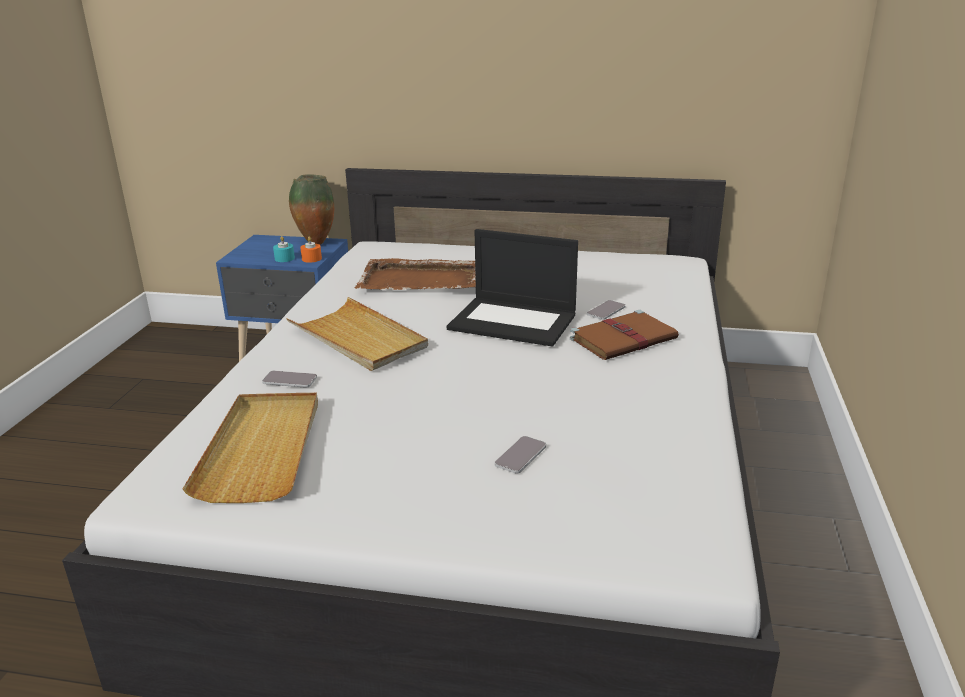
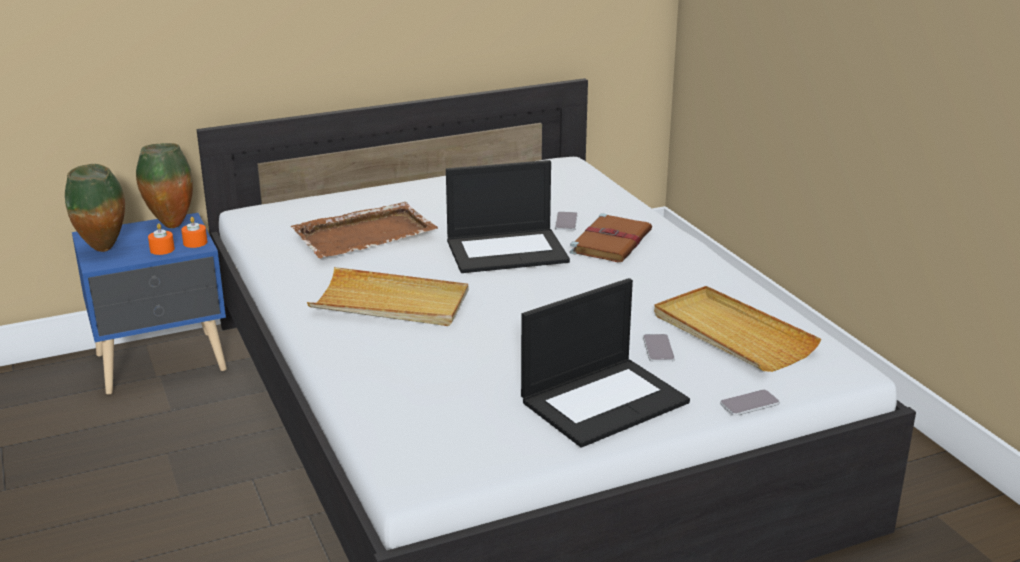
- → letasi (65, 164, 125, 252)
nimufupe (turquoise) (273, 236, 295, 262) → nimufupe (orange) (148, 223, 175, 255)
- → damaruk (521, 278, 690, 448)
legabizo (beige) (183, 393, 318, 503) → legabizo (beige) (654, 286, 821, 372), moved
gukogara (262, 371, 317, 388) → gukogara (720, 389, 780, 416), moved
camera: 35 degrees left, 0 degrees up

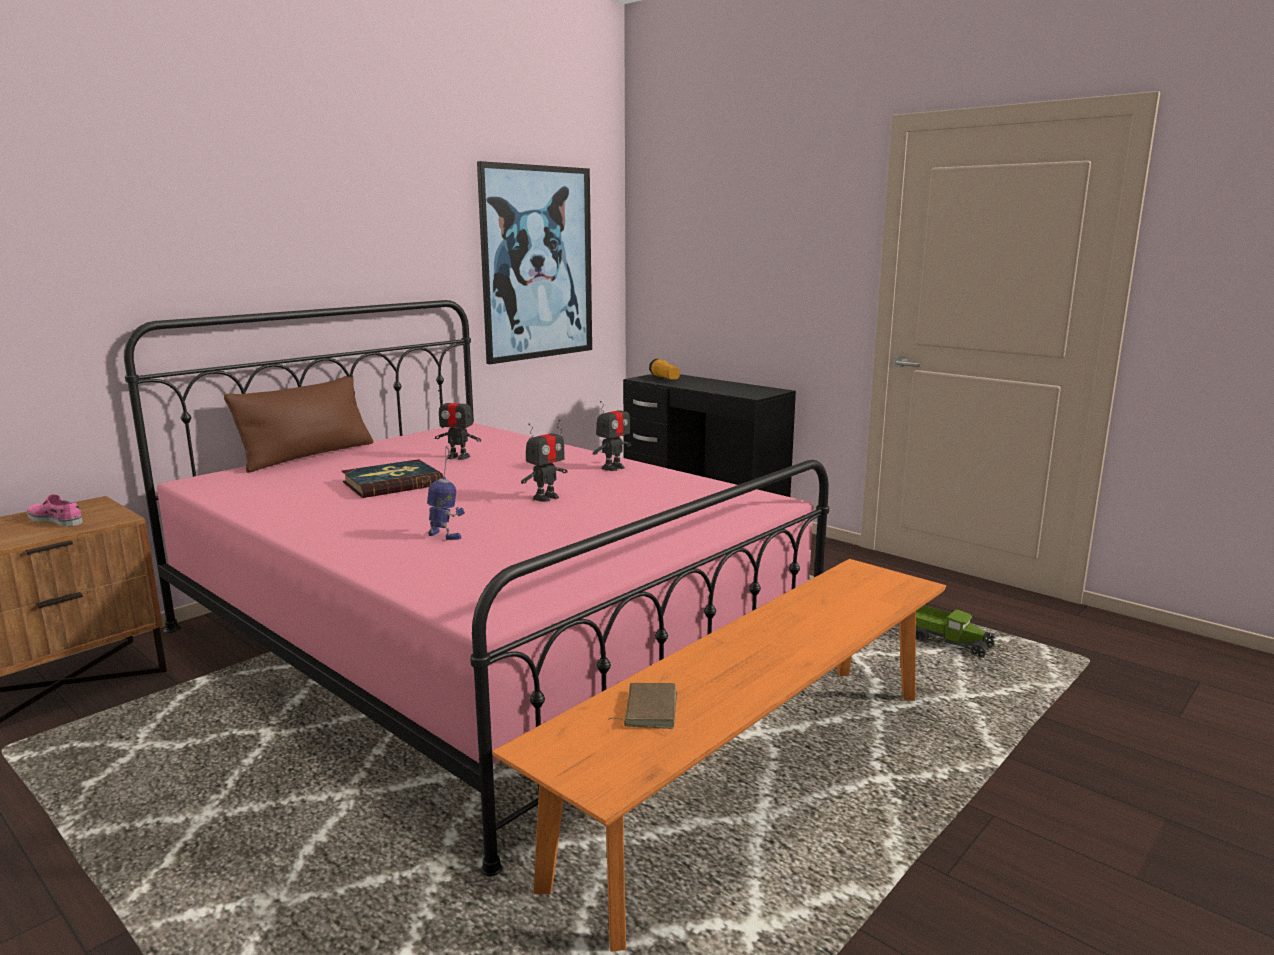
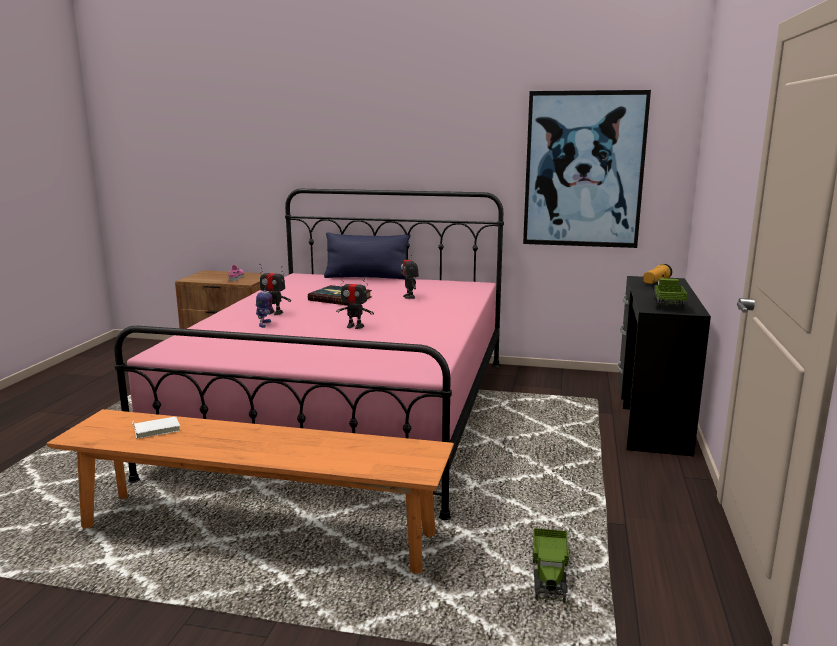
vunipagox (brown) (608, 683, 677, 729) → vunipagox (white) (132, 417, 180, 438)
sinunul (593, 398, 631, 471) → sinunul (259, 264, 291, 315), moved
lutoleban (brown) (224, 375, 373, 473) → lutoleban (blue) (324, 232, 411, 280)
- → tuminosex (653, 278, 688, 309)
camera: 60 degrees right, 0 degrees up

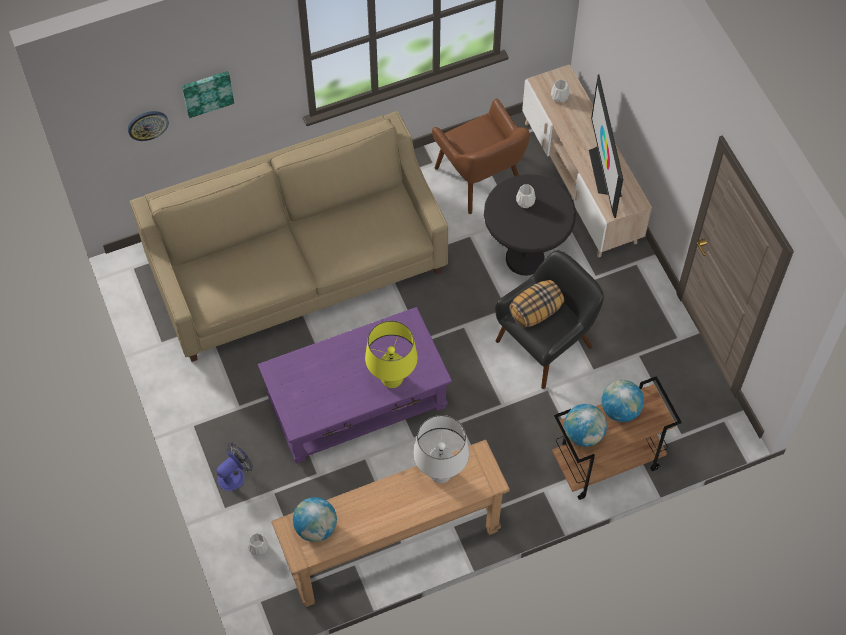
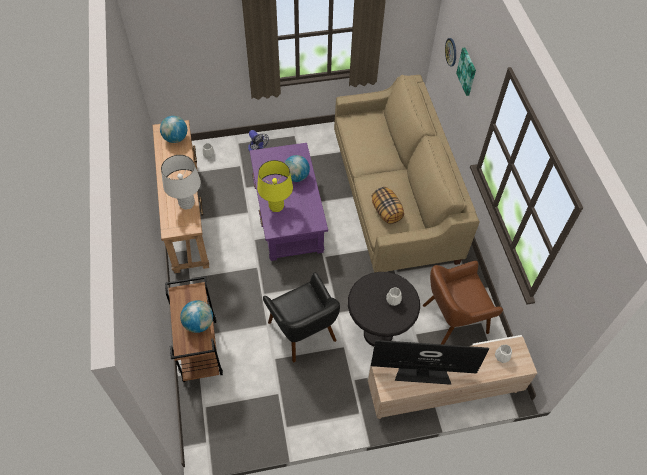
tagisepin (564, 404, 607, 447) → tagisepin (284, 155, 310, 182), moved
lutoleban (509, 280, 564, 328) → lutoleban (372, 187, 404, 224), moved
camera: 100 degrees right, 5 degrees down

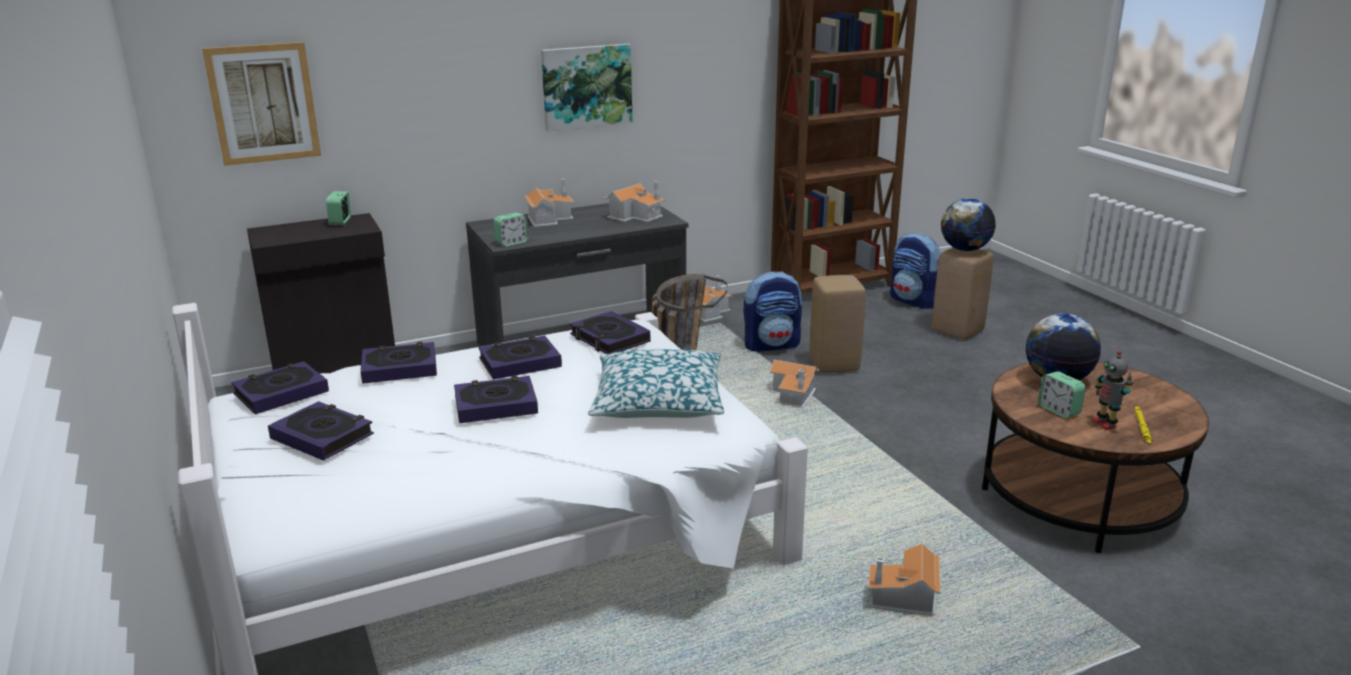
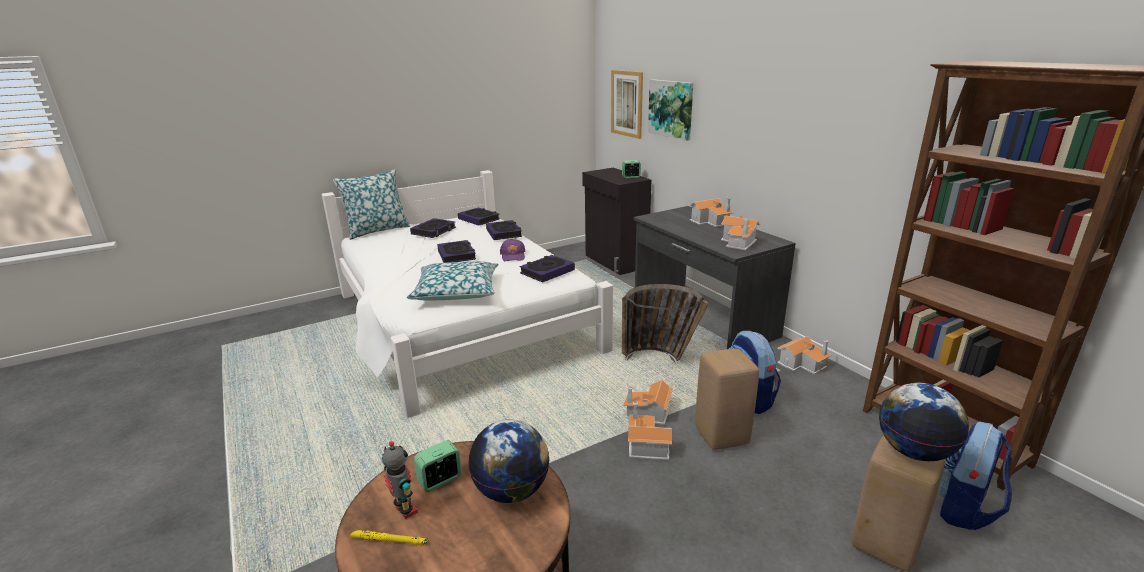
- → lutoleban (333, 169, 411, 240)
sinunul (1092, 351, 1133, 430) → sinunul (382, 441, 418, 519), 75 degrees clockwise
vunipagox (478, 336, 562, 380) → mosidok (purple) (500, 238, 525, 261)
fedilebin (868, 544, 940, 615) → fedilebin (628, 402, 672, 460), moved
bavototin (541, 44, 633, 131) → bavototin (648, 79, 693, 141), moved
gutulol (494, 213, 529, 246) → -
camera: 85 degrees right, 0 degrees up

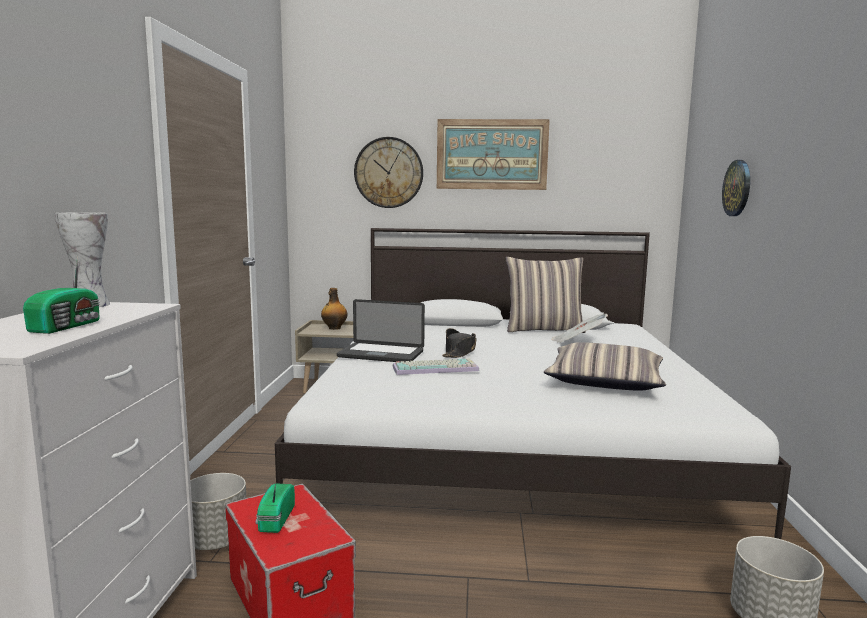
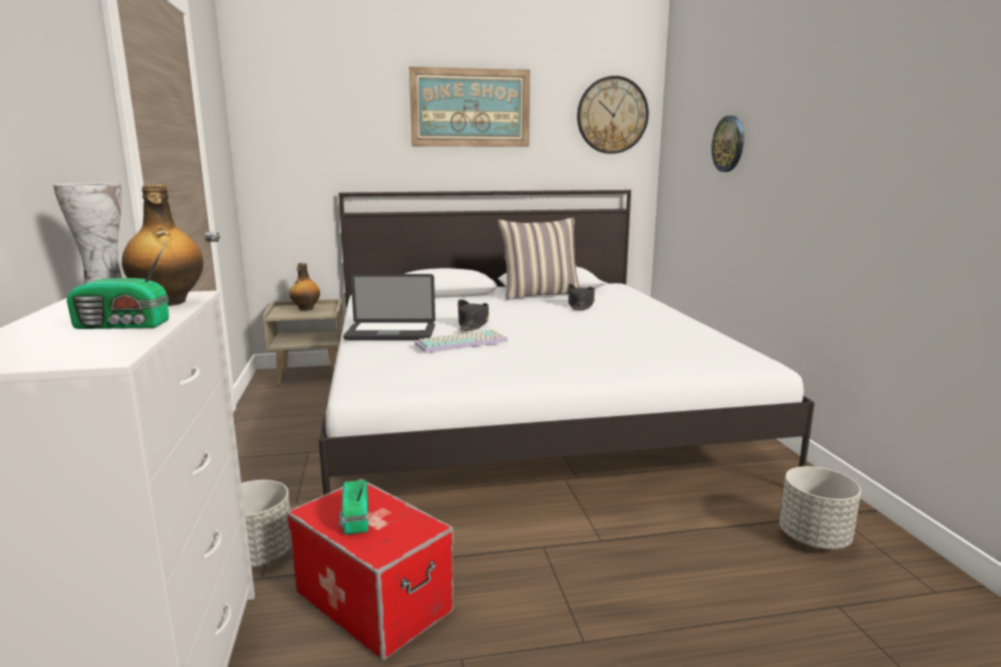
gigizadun (23, 256, 100, 334) → gigizadun (67, 241, 169, 329), 90 degrees clockwise
- → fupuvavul (122, 185, 204, 306)
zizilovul (551, 314, 608, 343) → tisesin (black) (568, 284, 595, 310)
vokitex (354, 137, 423, 208) → vokitex (577, 76, 649, 154), moved
lutoleban (544, 342, 666, 391) → -
camera: 15 degrees left, 5 degrees up

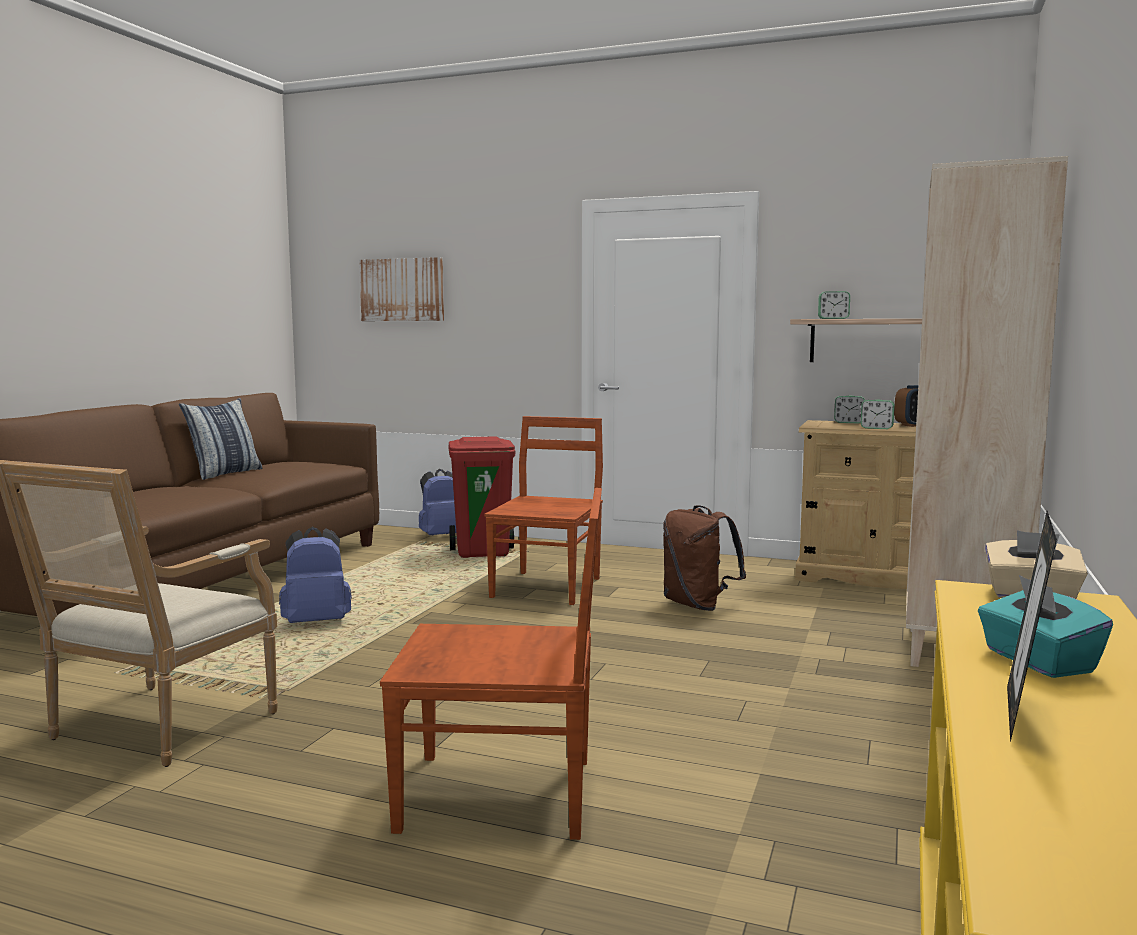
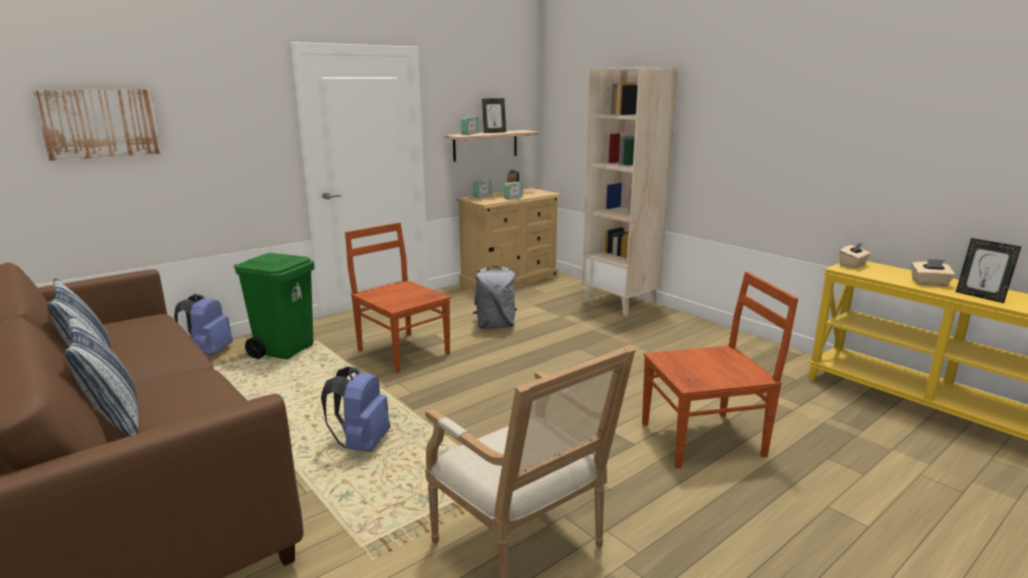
- → lutoleban (64, 315, 139, 436)
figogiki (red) (448, 436, 515, 558) → figogiki (green) (233, 253, 314, 359)
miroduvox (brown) (663, 505, 746, 611) → miroduvox (grey) (473, 266, 517, 329)
- → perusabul (482, 98, 506, 133)
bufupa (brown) (380, 488, 602, 840) → bufupa (brown) (642, 272, 798, 468), 45 degrees clockwise
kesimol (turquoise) (978, 575, 1113, 678) → kesimol (beige) (911, 259, 955, 286)
camera: 60 degrees left, 10 degrees up

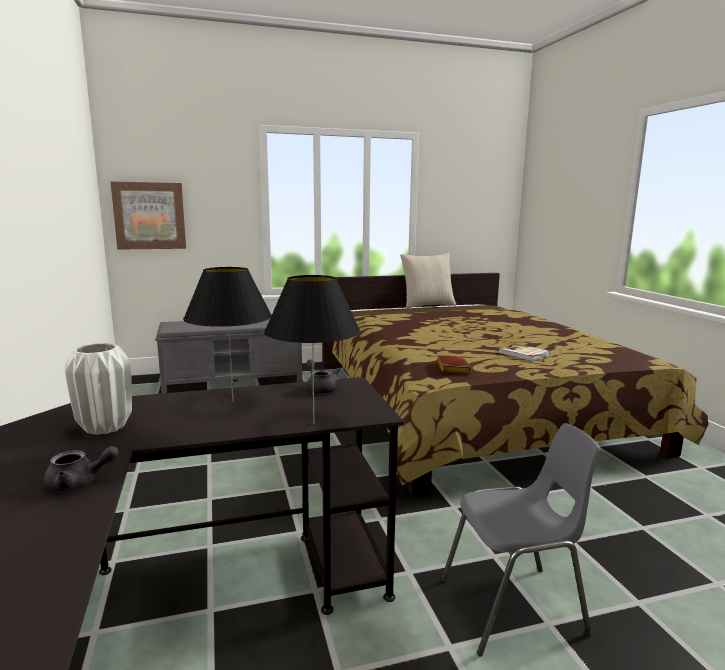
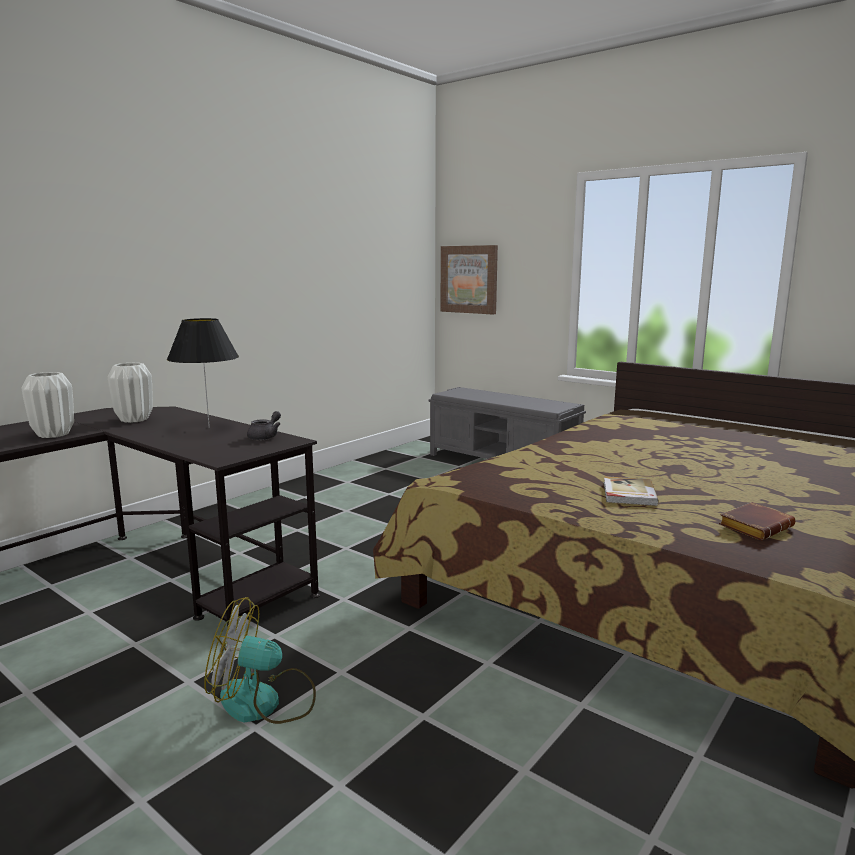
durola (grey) (44, 446, 119, 491) → letasi (white) (22, 372, 74, 438)
bufupa (grey) (441, 423, 601, 657) → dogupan (204, 597, 316, 724)
vunipagox (brown) (436, 355, 472, 374) → vunipagox (brown) (719, 502, 795, 540), moved
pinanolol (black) (264, 275, 360, 424) → -
lutoleban (beige) (400, 253, 456, 308) → -
camera: 55 degrees right, 0 degrees up

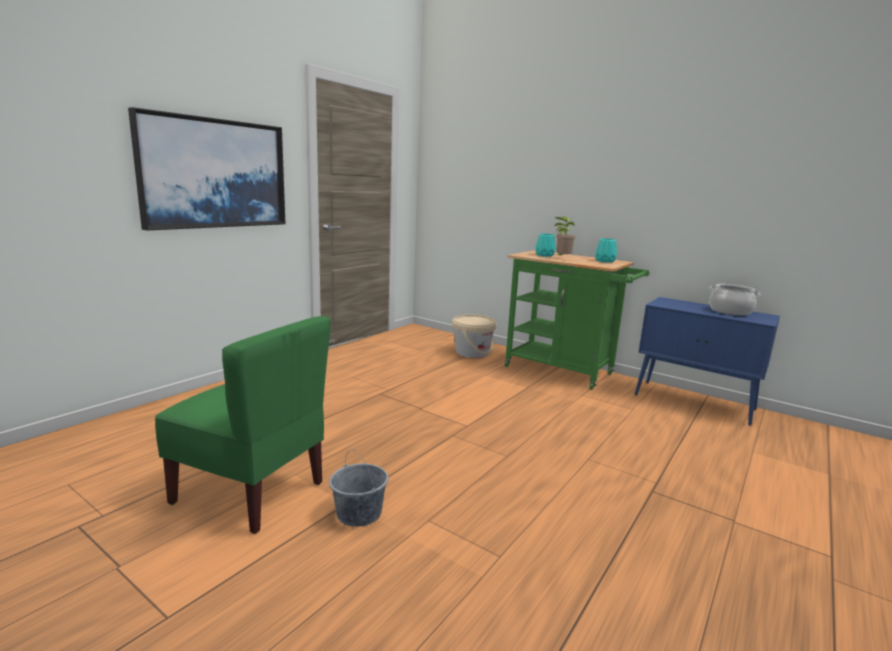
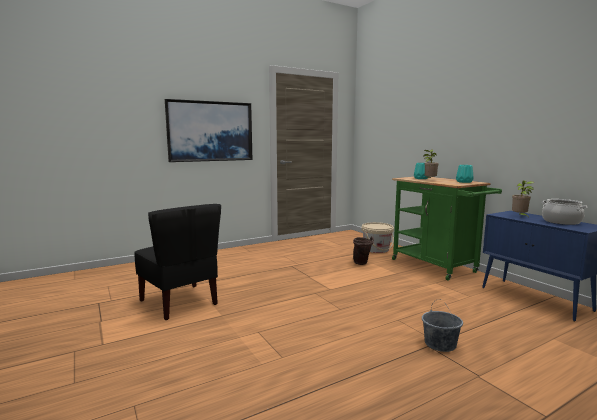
bufupa (green) (155, 316, 331, 534) → bufupa (black) (135, 204, 221, 320)
- → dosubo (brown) (353, 236, 374, 265)
dosubo (grey) (329, 450, 389, 527) → dosubo (grey) (422, 299, 463, 352), moved
- → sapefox (512, 180, 534, 217)
camera: 25 degrees right, 5 degrees down

